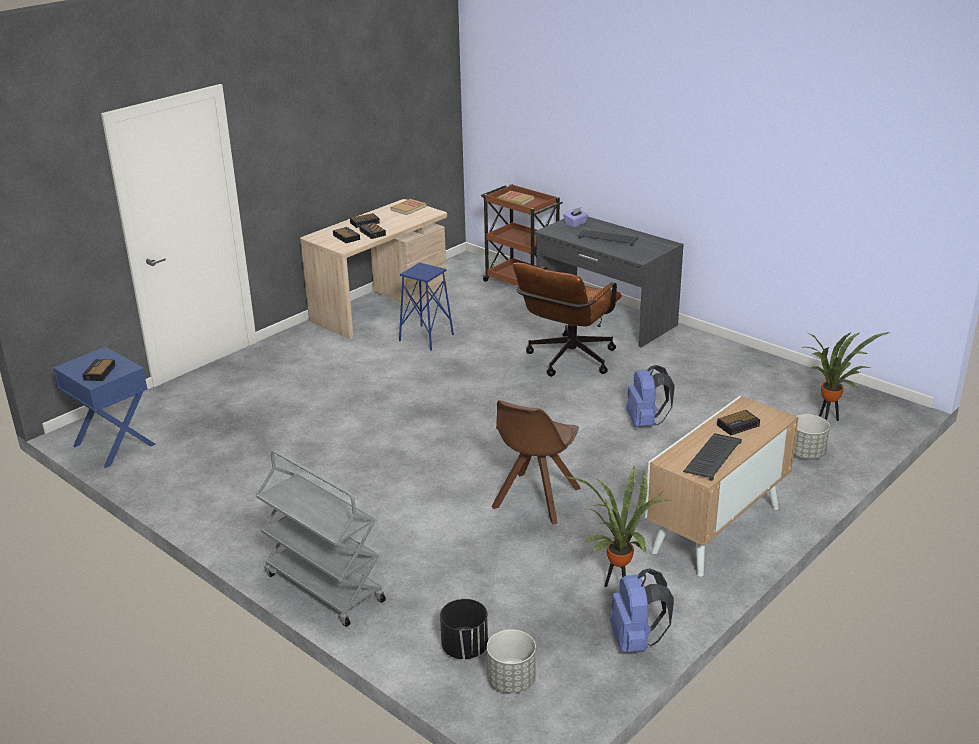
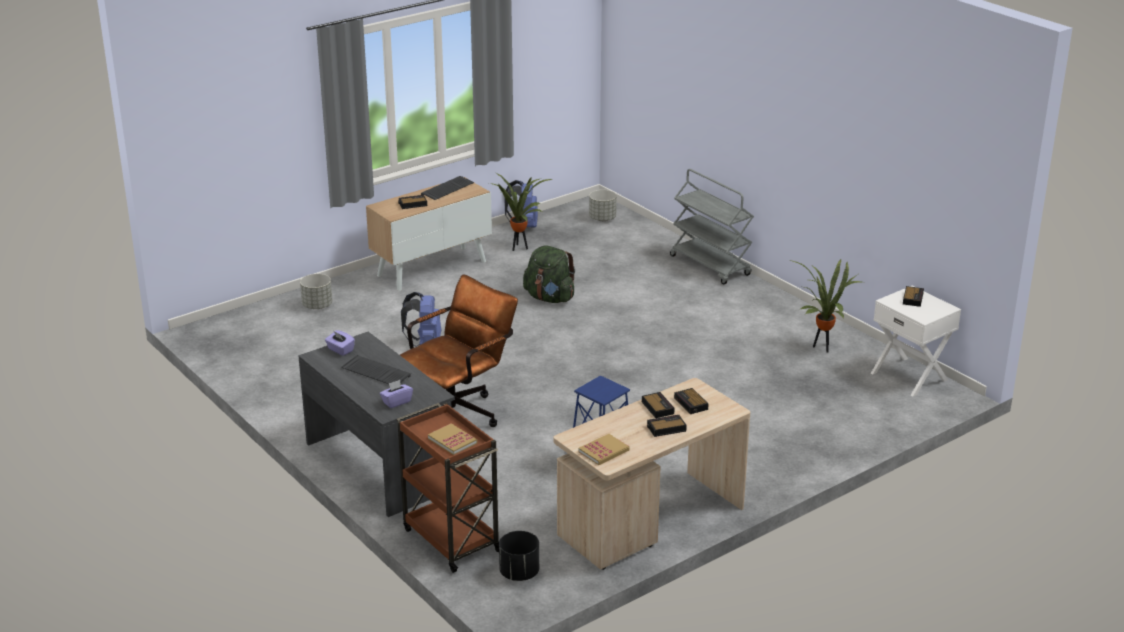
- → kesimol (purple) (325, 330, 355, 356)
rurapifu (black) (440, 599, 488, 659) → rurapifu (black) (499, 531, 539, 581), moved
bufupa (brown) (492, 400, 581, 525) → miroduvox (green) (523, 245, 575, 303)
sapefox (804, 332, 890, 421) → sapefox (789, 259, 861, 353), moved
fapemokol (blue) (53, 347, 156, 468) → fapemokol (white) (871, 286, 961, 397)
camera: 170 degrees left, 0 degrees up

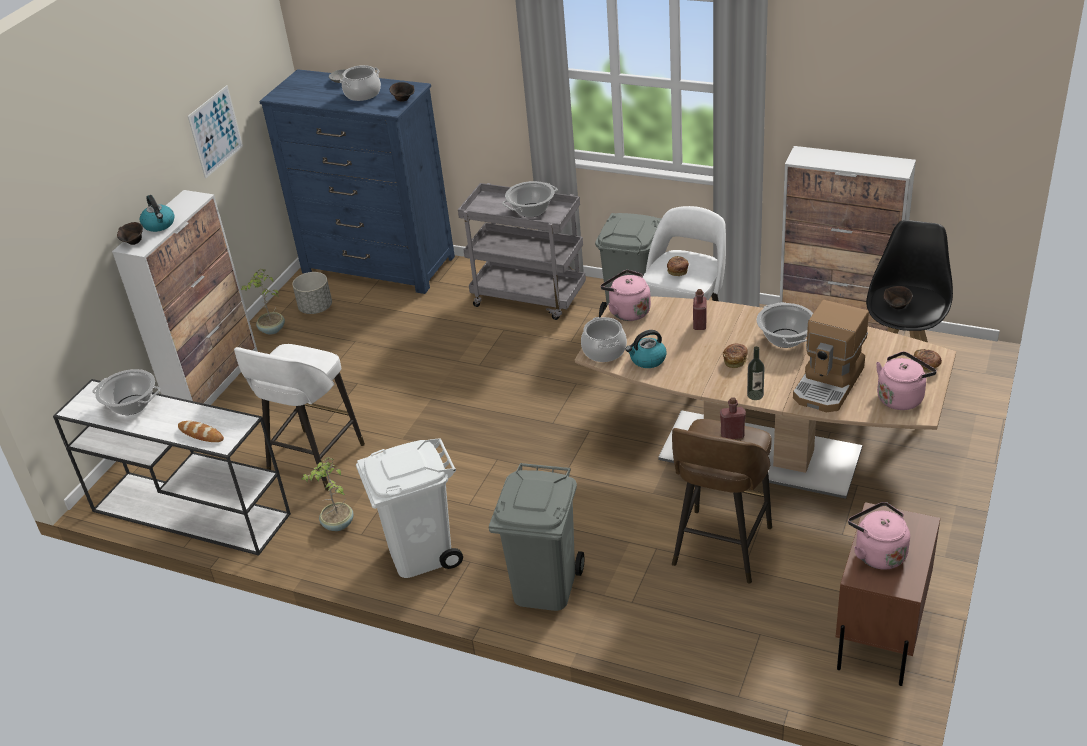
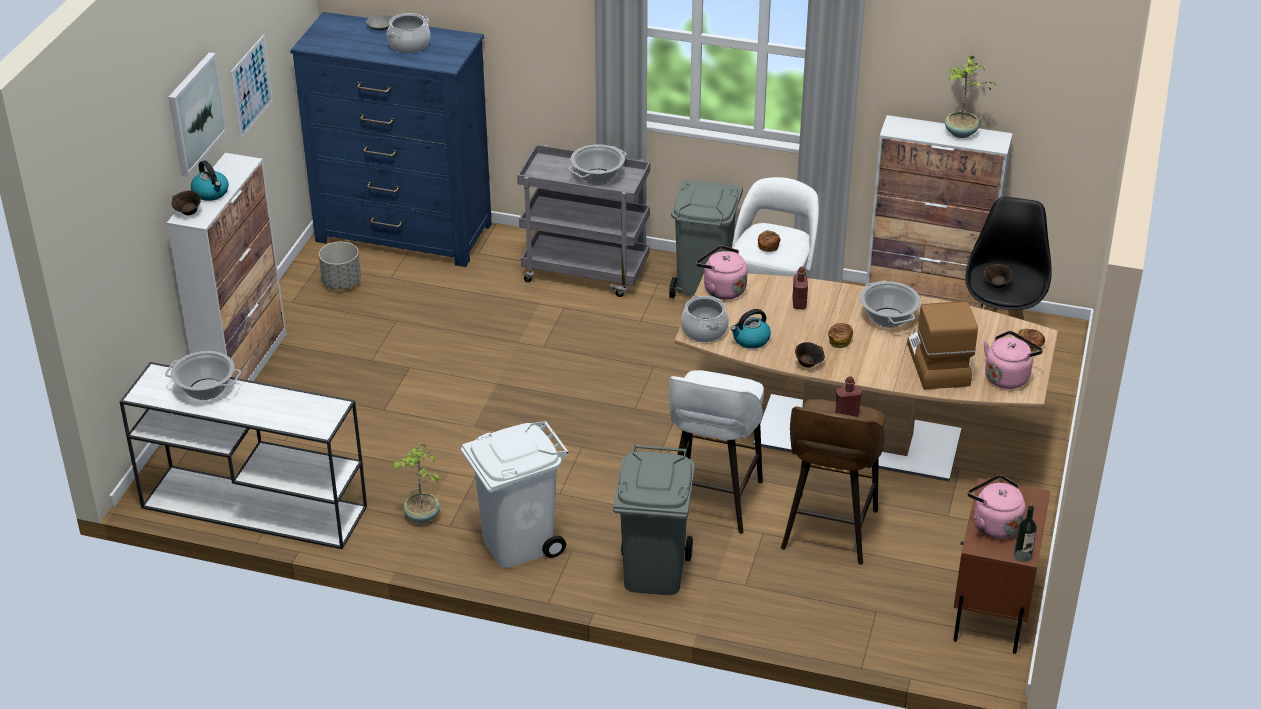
- → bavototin (168, 52, 227, 177)
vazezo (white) (234, 344, 365, 491) → vazezo (white) (669, 370, 764, 534), moved
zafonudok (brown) (390, 82, 414, 102) → zafonudok (brown) (795, 342, 825, 367), moved
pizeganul (793, 300, 869, 413) → pizeganul (907, 301, 978, 389), 150 degrees clockwise
sapefox (241, 268, 285, 335) → sapefox (945, 54, 996, 138), moved
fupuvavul (747, 346, 764, 400) → fupuvavul (1014, 506, 1037, 562), moved
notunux (178, 421, 224, 442) → -
camera: 10 degrees left, 0 degrees up

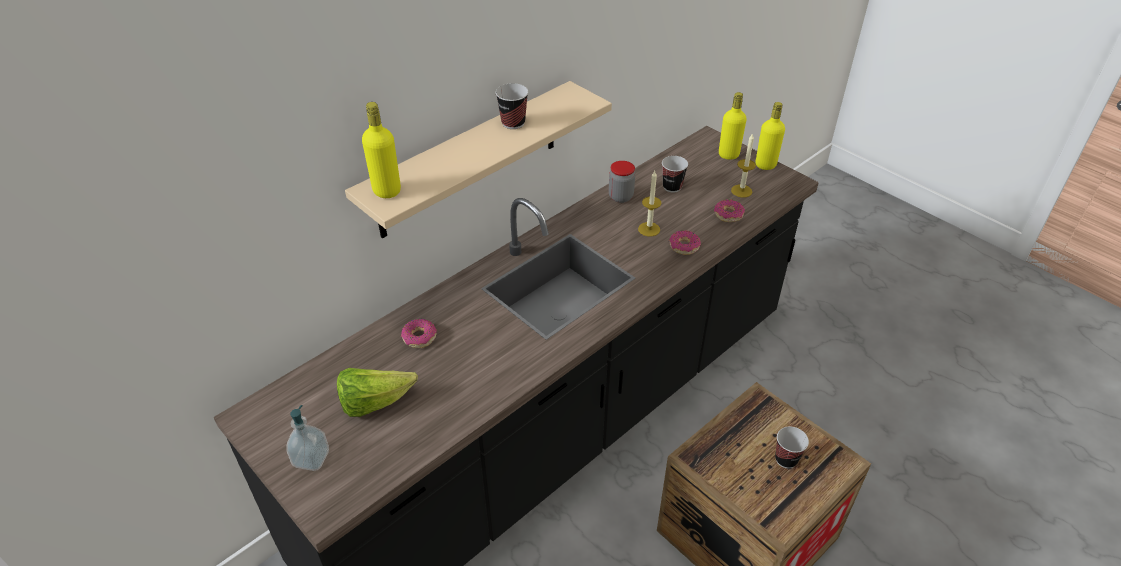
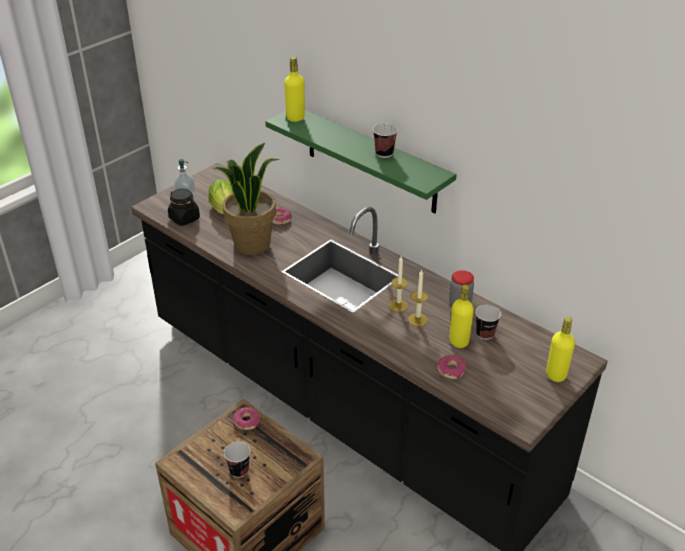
- → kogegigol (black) (168, 189, 200, 226)
- → sapefox (213, 143, 280, 255)
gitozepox (669, 230, 701, 255) → gitozepox (233, 407, 260, 430), moved
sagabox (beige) (345, 81, 612, 238) → sagabox (green) (265, 110, 457, 213)
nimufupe (731, 133, 756, 198) → nimufupe (389, 256, 408, 312), moved
fupuvavul (yellow) (756, 102, 785, 170) → fupuvavul (yellow) (449, 284, 474, 348), moved
camera: 85 degrees right, 5 degrees down

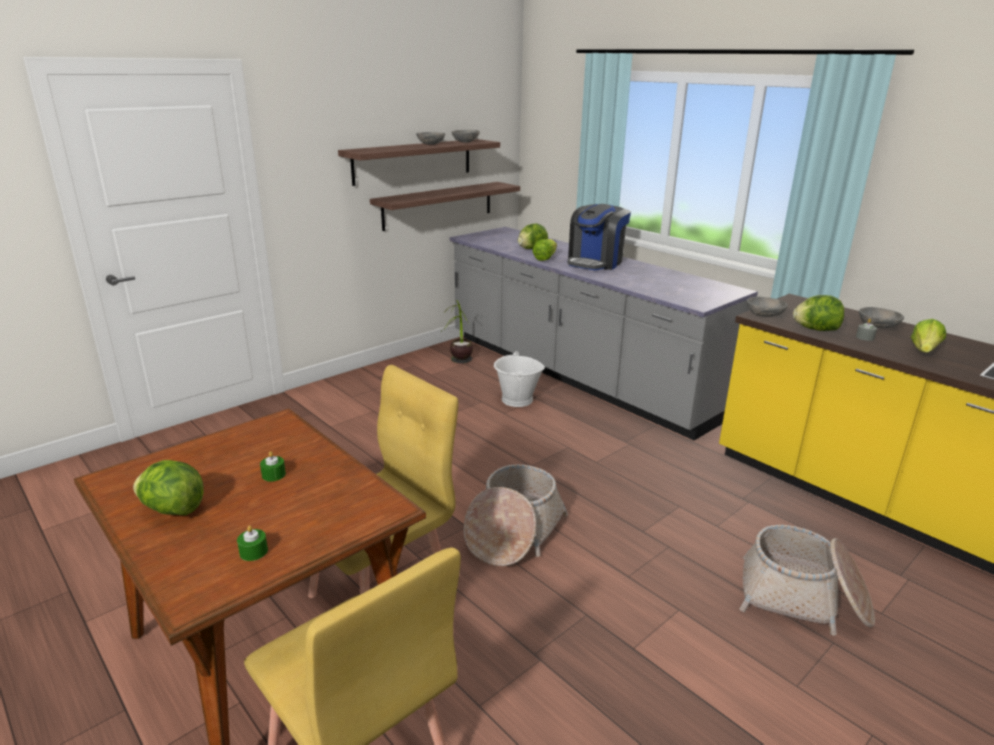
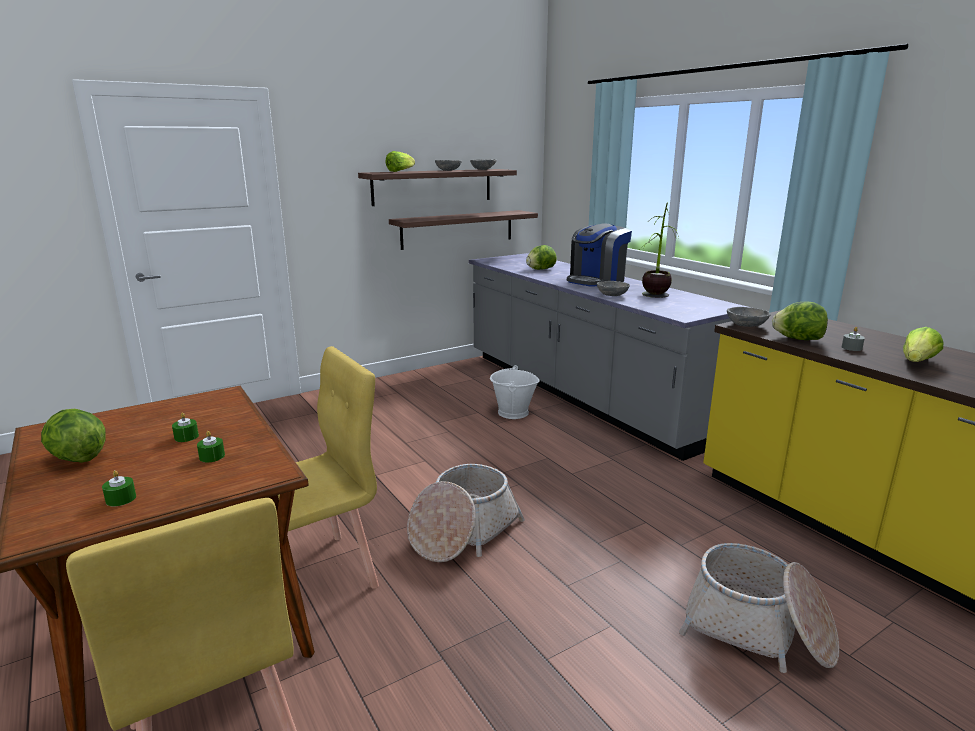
- → nimufupe (green) (197, 431, 225, 462)
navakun (532, 239, 557, 261) → navakun (385, 151, 415, 172), moved
zafonudok (grey) (859, 307, 904, 328) → zafonudok (grey) (597, 281, 630, 296), moved
sapefox (442, 300, 473, 363) → sapefox (640, 203, 679, 298), moved
camera: 10 degrees right, 5 degrees down

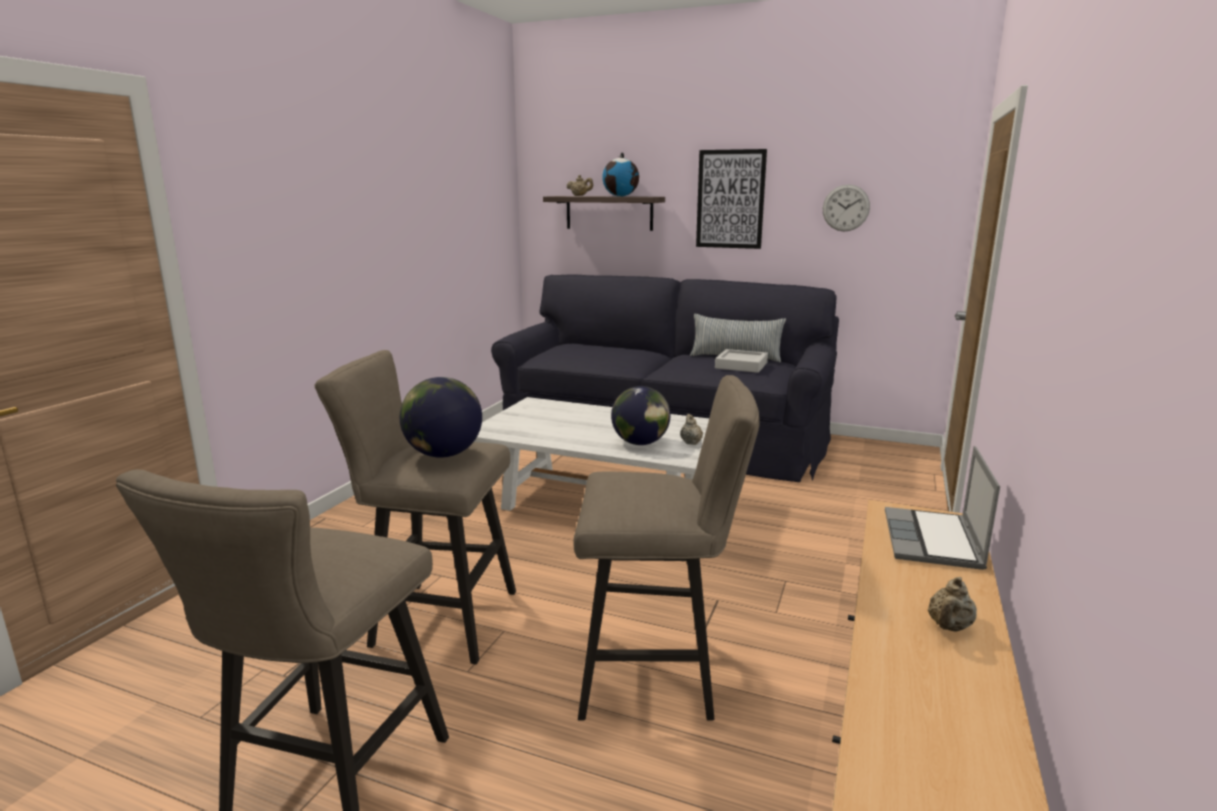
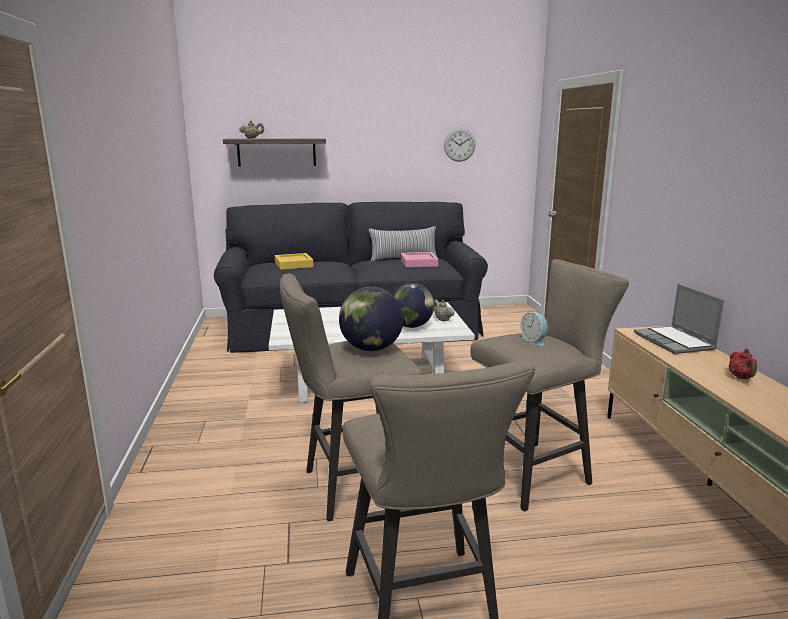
- → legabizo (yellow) (275, 253, 314, 270)
legabizo (grey) (715, 349, 768, 373) → legabizo (pink) (401, 252, 438, 268)
- → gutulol (520, 312, 548, 347)
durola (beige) (928, 577, 977, 632) → durola (red) (729, 349, 757, 379)
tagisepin (602, 152, 639, 196) → -
bavototin (696, 149, 767, 249) → -
camera: 30 degrees left, 0 degrees up

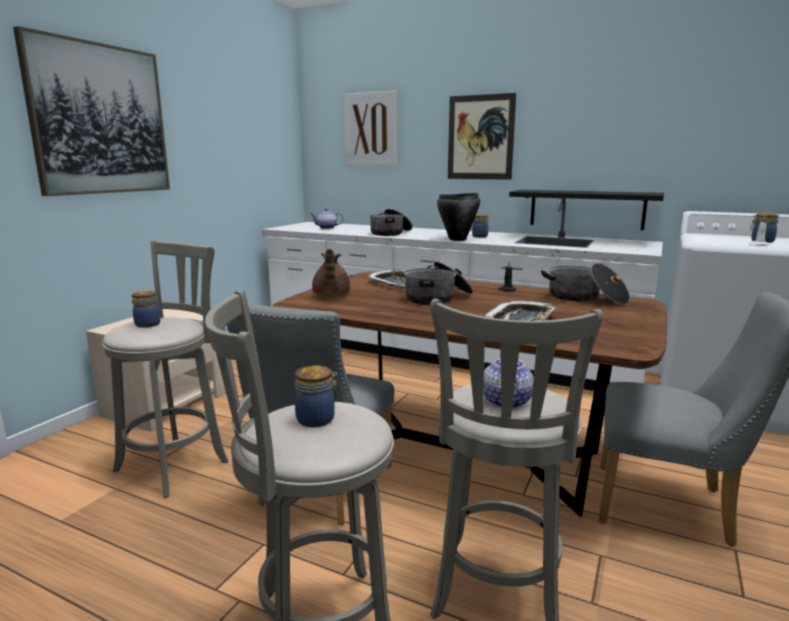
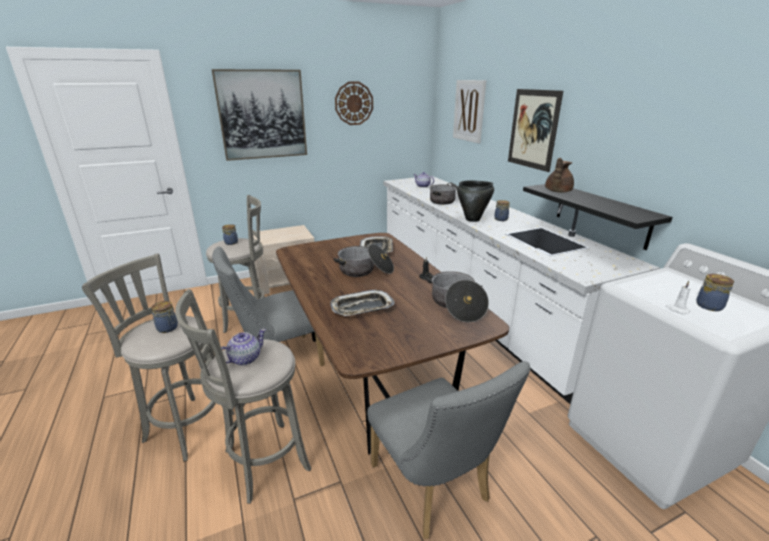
- → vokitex (335, 82, 373, 125)
durola (brown) (312, 249, 350, 297) → durola (brown) (545, 158, 574, 193), moved
camera: 40 degrees right, 10 degrees up

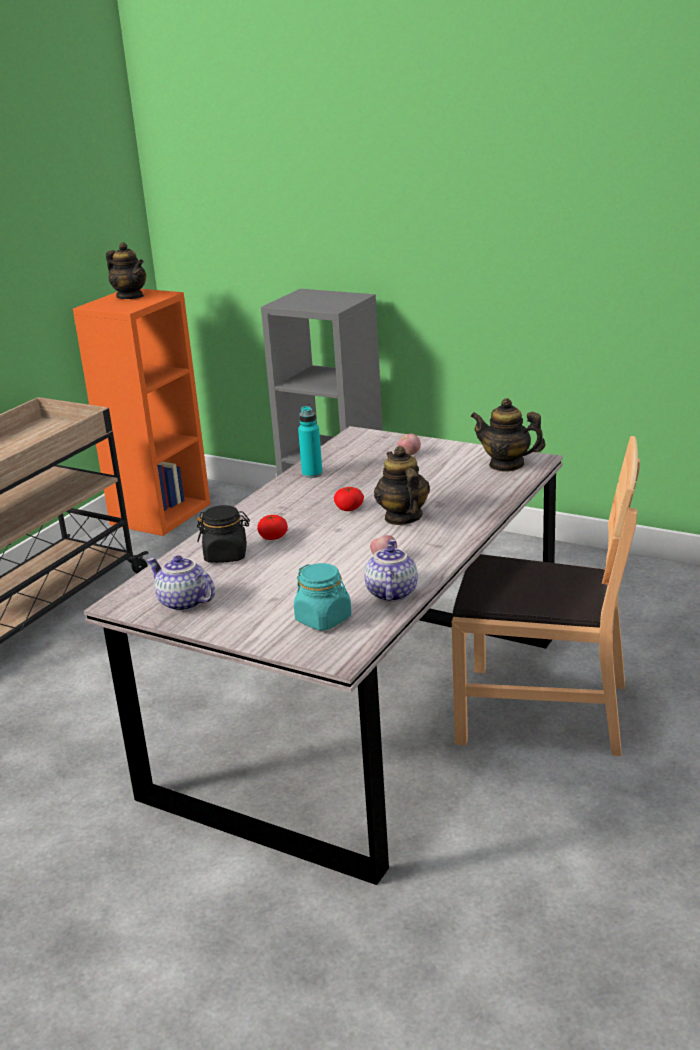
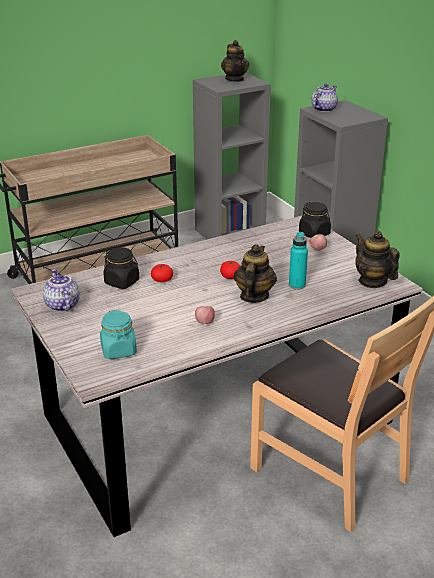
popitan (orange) (73, 289, 210, 536) → popitan (grey) (193, 73, 271, 239)
fupuvavul (turquoise) (298, 406, 323, 478) → fupuvavul (turquoise) (289, 232, 308, 290), moved
- → kogegigol (black) (299, 202, 331, 238)
durola (364, 539, 418, 602) → durola (311, 84, 338, 112), moved
camera: 30 degrees right, 5 degrees up

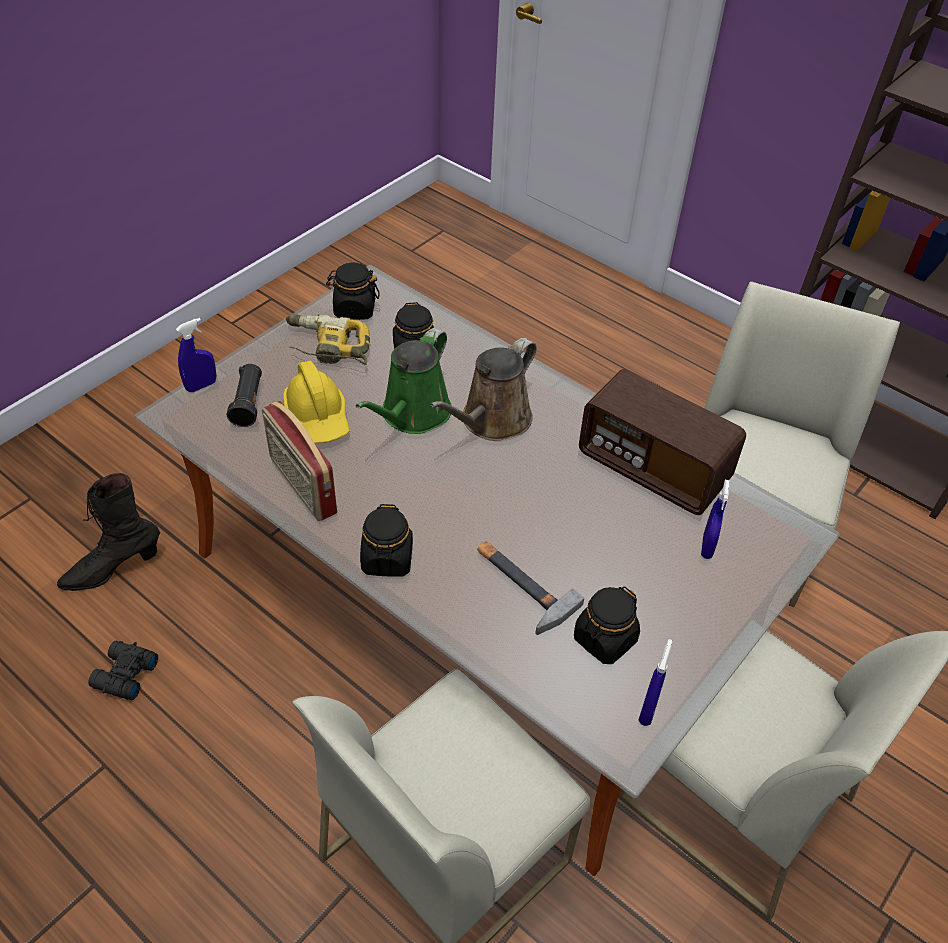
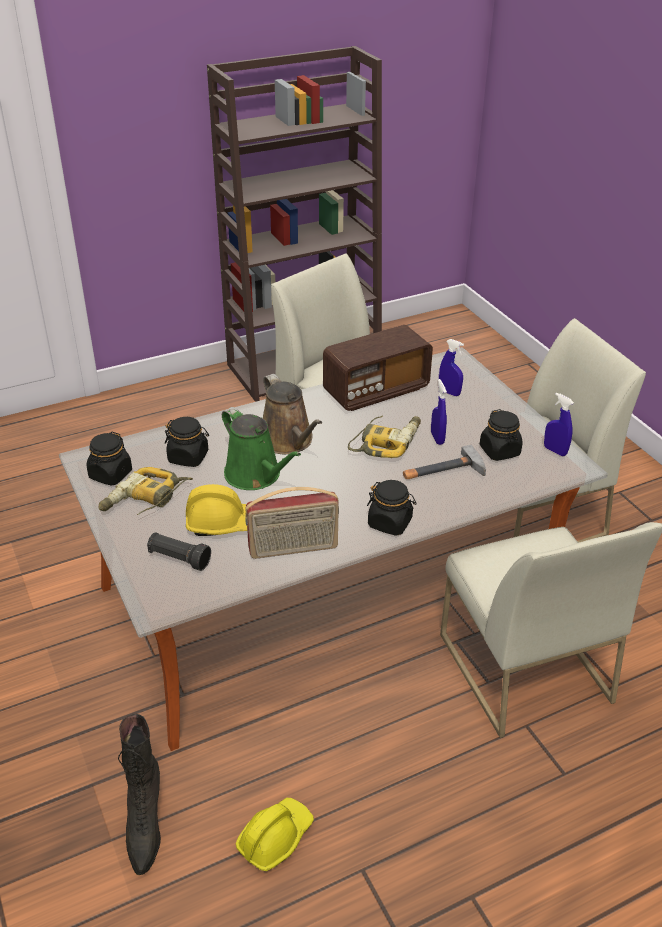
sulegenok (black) (88, 641, 158, 700) → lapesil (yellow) (235, 798, 314, 871)
- → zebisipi (348, 415, 421, 458)
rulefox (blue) (176, 318, 216, 392) → rulefox (blue) (431, 379, 447, 445), moved
camera: 65 degrees left, 10 degrees down

